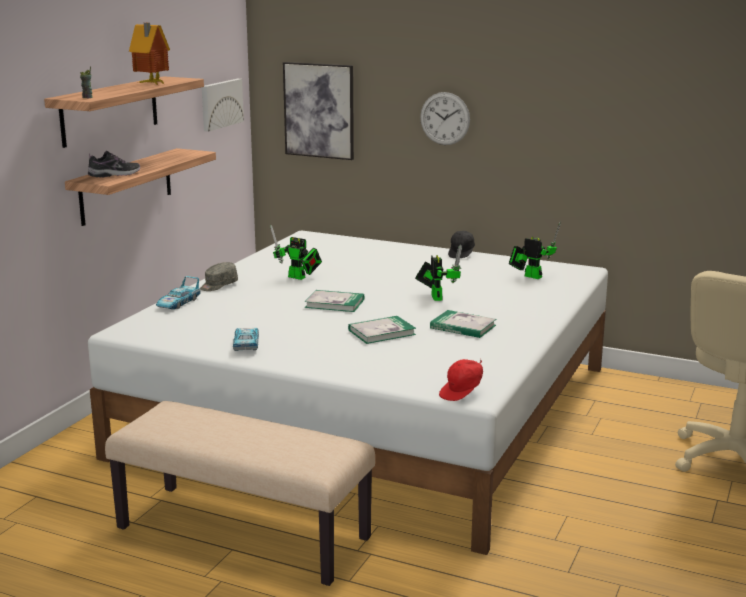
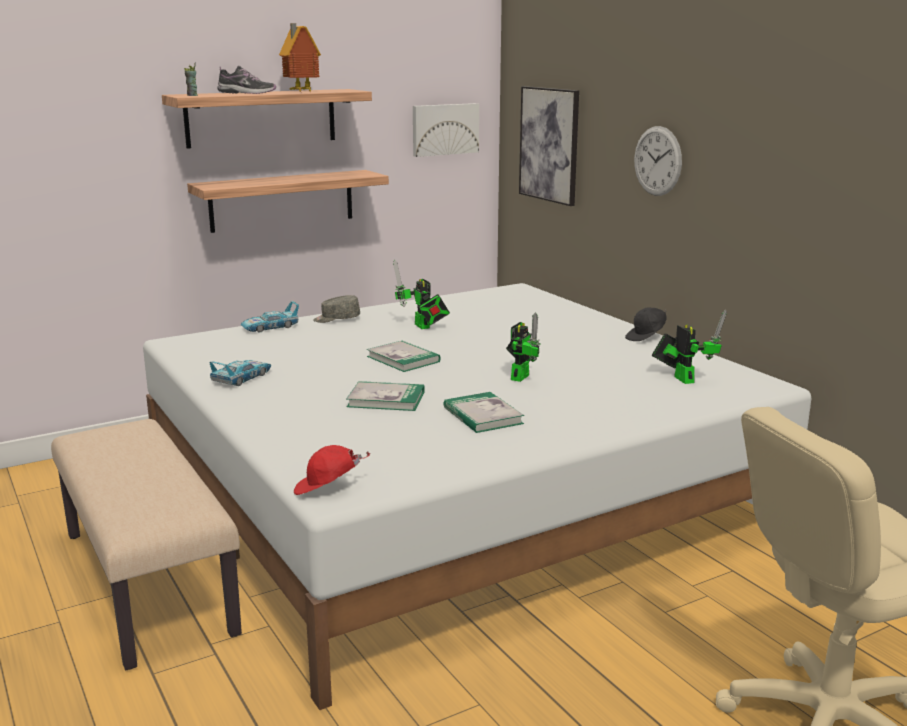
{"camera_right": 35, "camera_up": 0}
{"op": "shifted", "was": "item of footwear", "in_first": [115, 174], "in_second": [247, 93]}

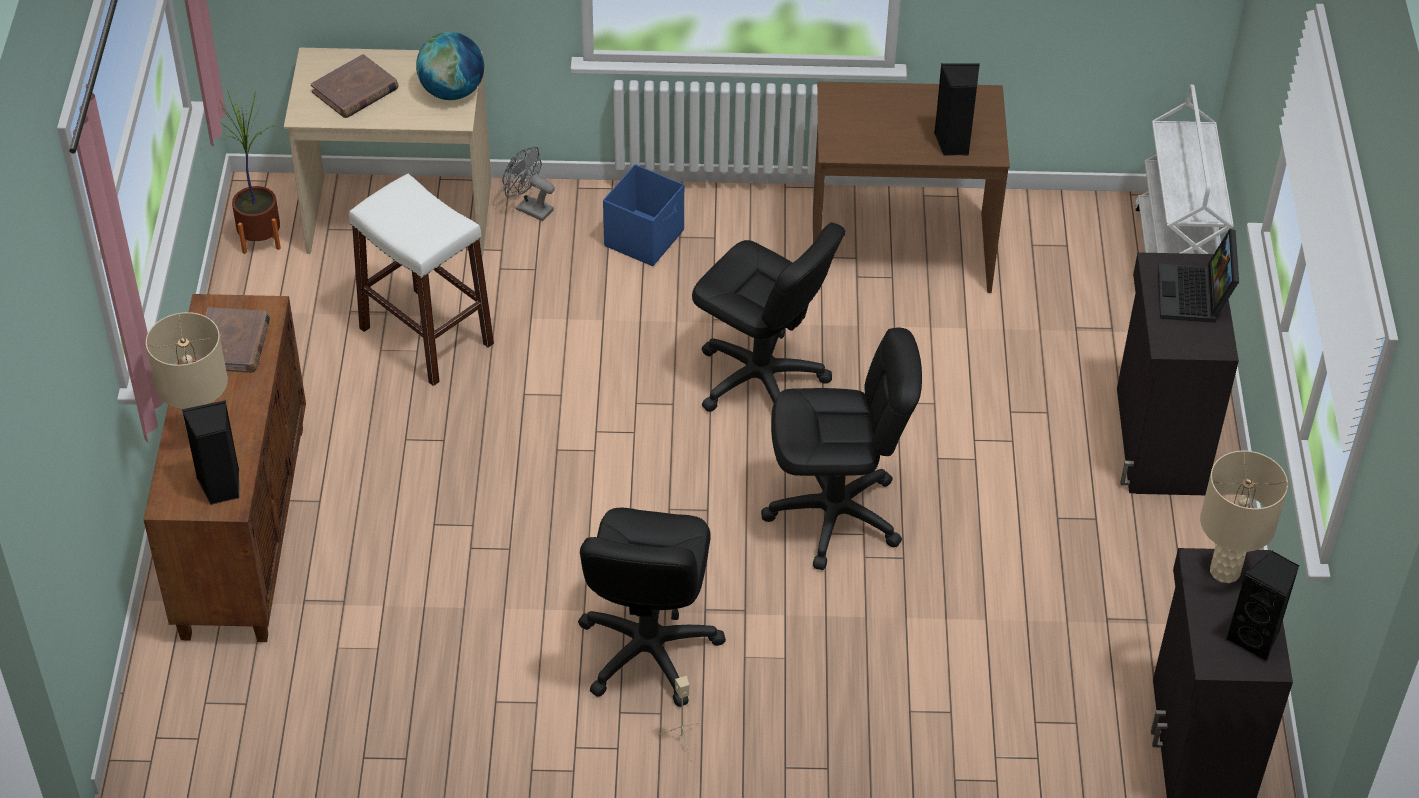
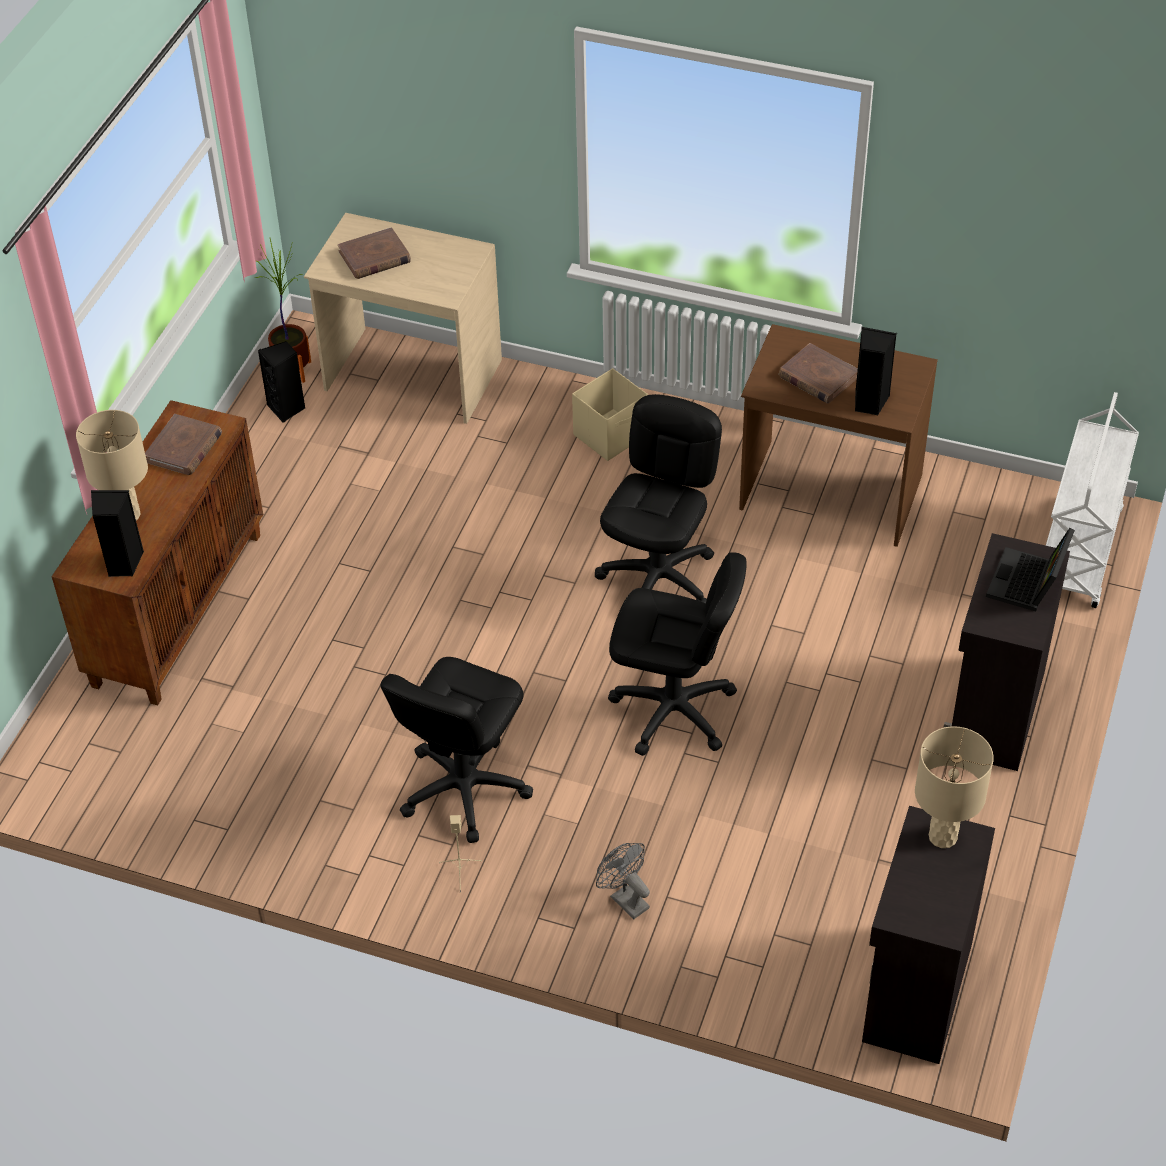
{"camera_right": 20, "camera_up": 0}
{"op": "gone", "was": "world globe", "in_first": [452, 92]}
{"op": "shifted", "was": "fan (grey)", "in_first": [529, 208], "in_second": [625, 899]}
{"op": "repainted", "was": "storage box (blue)", "now": "storage box (beige-coloured)", "in_first": [645, 238], "in_second": [611, 435]}
{"op": "gone", "was": "stool (white-coloured)", "in_first": [426, 336]}
{"op": "rotated", "was": "computer chair (black)", "in_first": [760, 380], "in_second": [659, 579], "clockwise": -120}
{"op": "shifted", "was": "speaker (black)", "in_first": [1256, 639], "in_second": [287, 409]}
{"op": "new", "now": "bound book (brownish)", "in_second": [818, 377]}

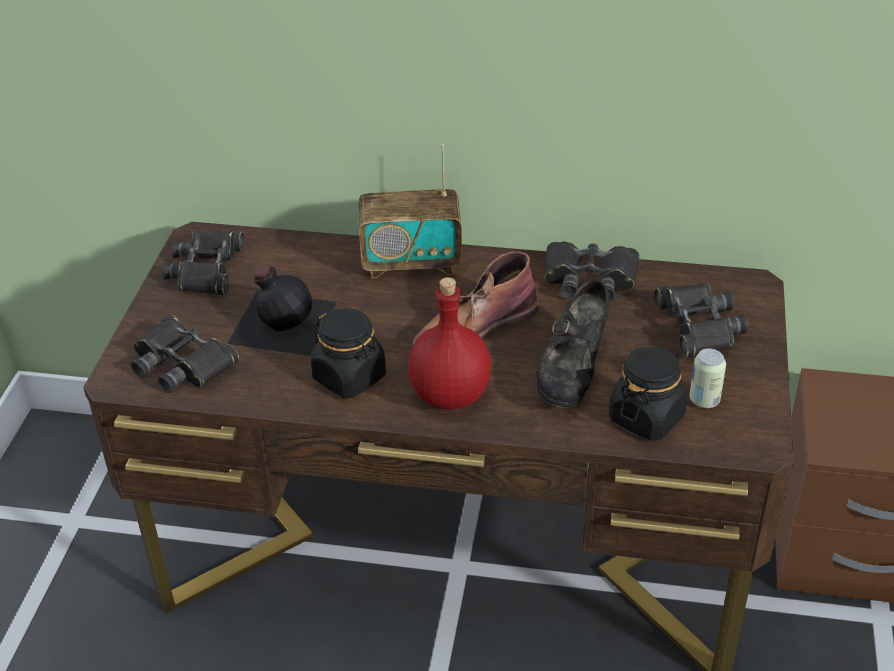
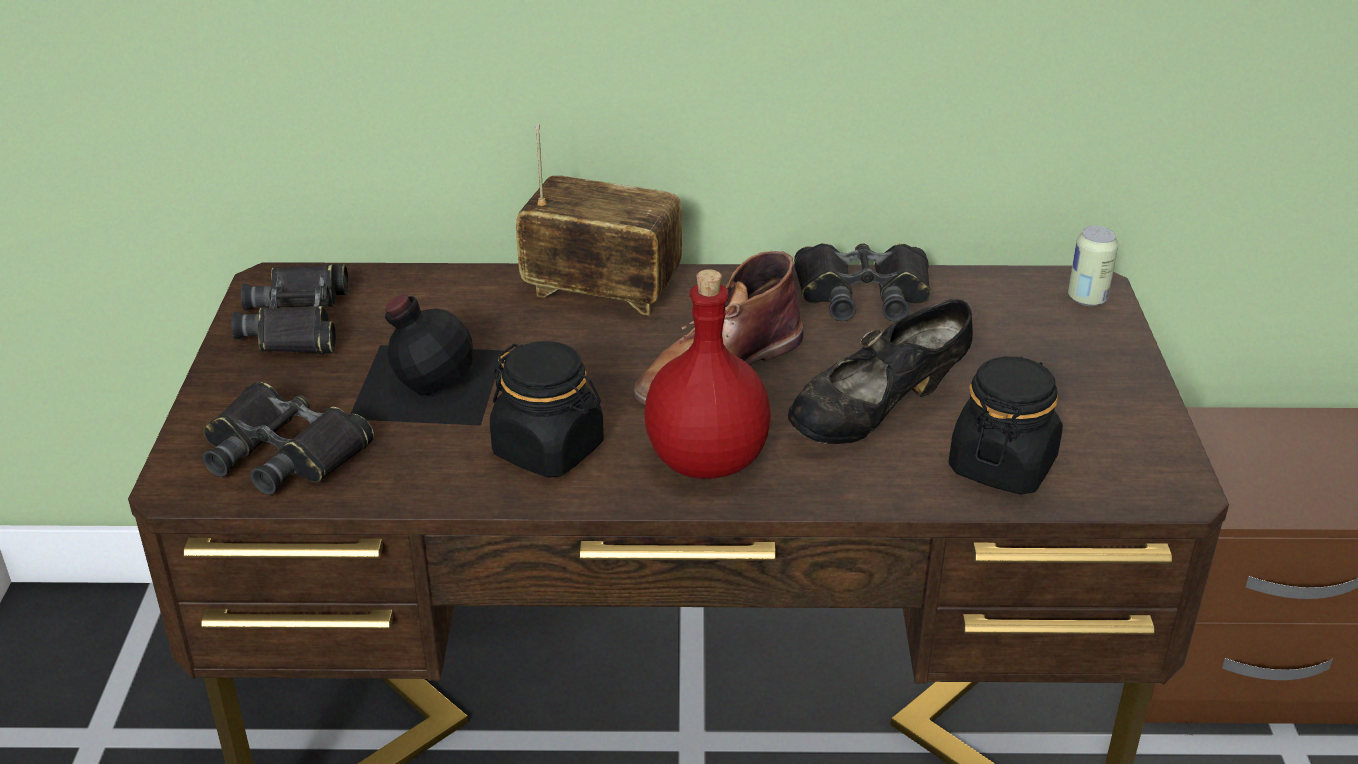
{"camera_right": -10, "camera_up": -5}
{"op": "rotated", "was": "radio set", "in_first": [411, 262], "in_second": [602, 291], "clockwise": -150}
{"op": "rotated", "was": "item of footwear (black)", "in_first": [572, 373], "in_second": [876, 415], "clockwise": 45}
{"op": "gone", "was": "binoculars (black)", "in_first": [698, 326]}
{"op": "shifted", "was": "sealed can", "in_first": [704, 400], "in_second": [1087, 298]}

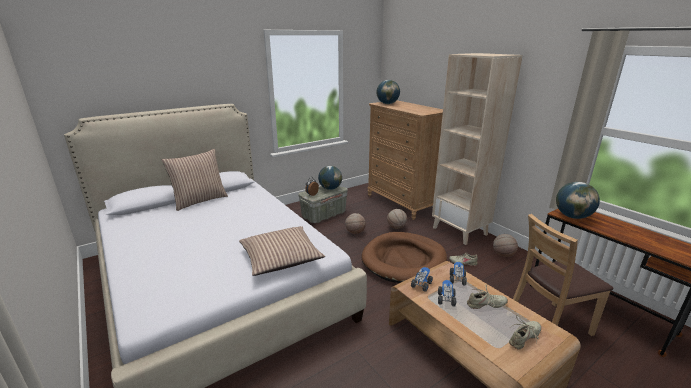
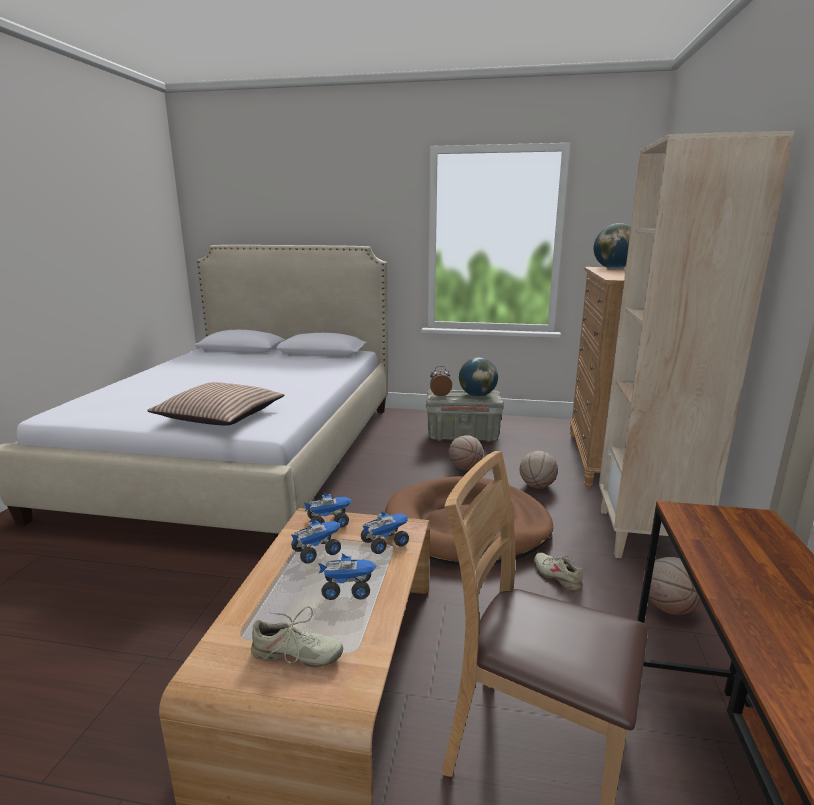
{"camera_right": 45, "camera_up": -5}
{"op": "gone", "was": "pillow", "in_first": [200, 200]}
{"op": "gone", "was": "world globe", "in_first": [572, 216]}
{"op": "swapped", "was": "item of footwear (beige-coloured)", "now": "toy truck", "in_first": [486, 305], "in_second": [348, 589]}

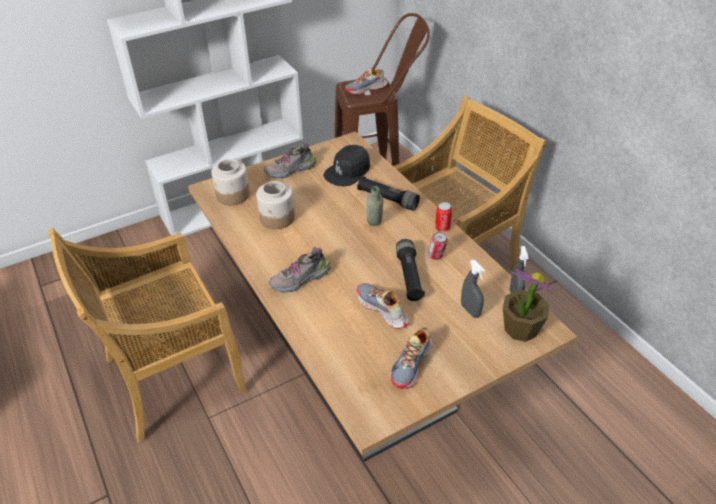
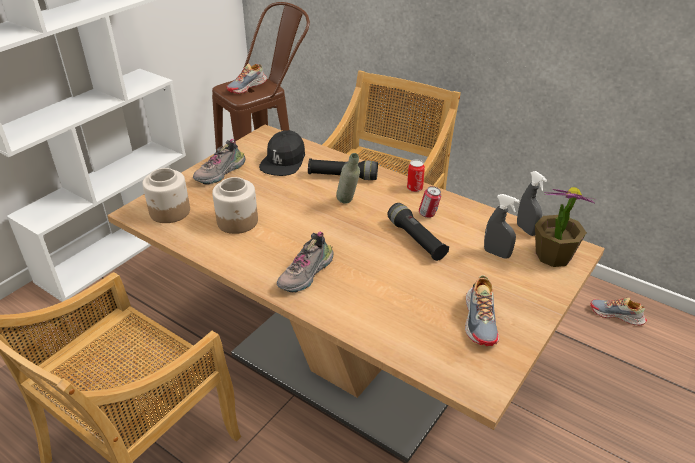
{"camera_right": -25, "camera_up": -5}
{"op": "shifted", "was": "item of footwear", "in_first": [382, 310], "in_second": [616, 315]}

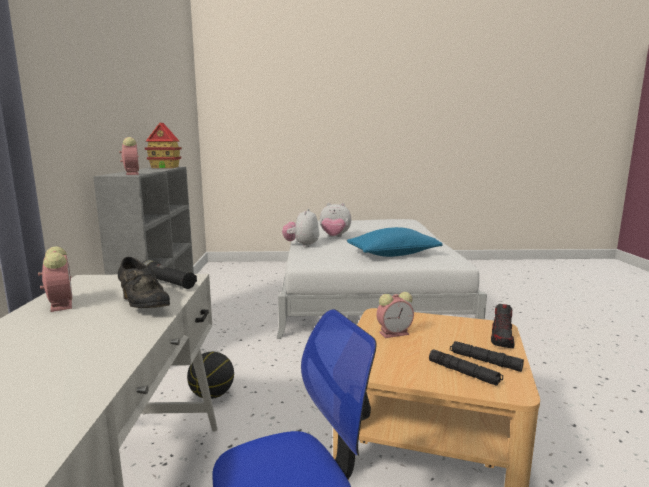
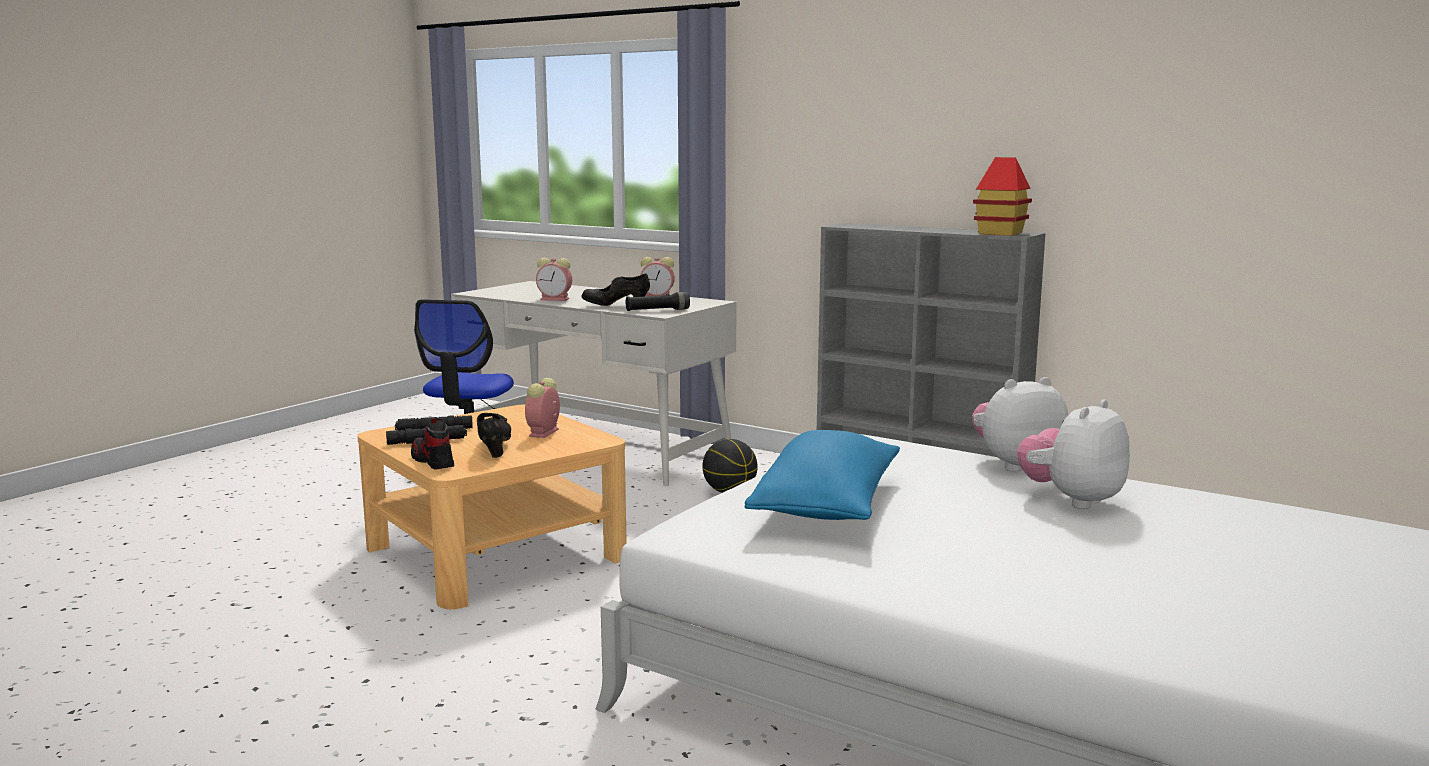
{"camera_right": 125, "camera_up": 0}
{"op": "shifted", "was": "bedside clock", "in_first": [132, 174], "in_second": [556, 299]}
{"op": "rotated", "was": "cuddly toy", "in_first": [302, 245], "in_second": [1015, 465], "clockwise": -60}
{"op": "new", "now": "item of footwear (black)", "in_second": [493, 448]}

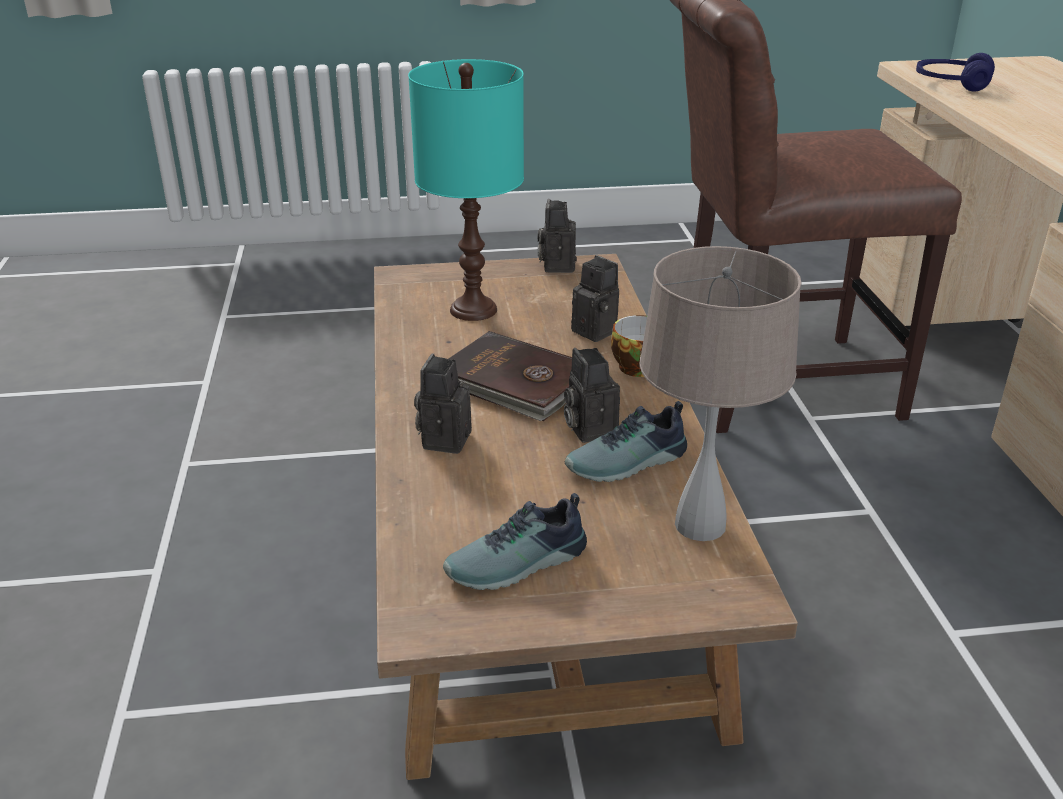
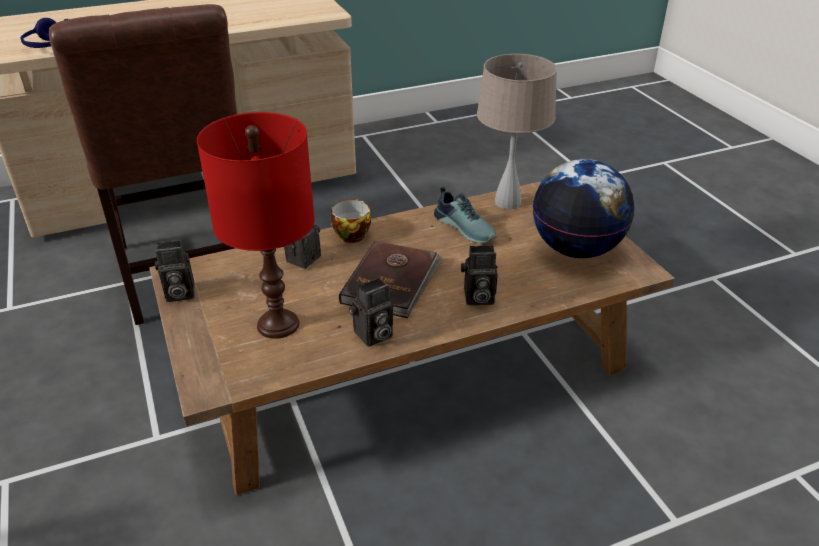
{"camera_right": -105, "camera_up": 5}
{"op": "repainted", "was": "table lamp (turquoise)", "now": "table lamp (reddish)", "in_first": [474, 310], "in_second": [278, 324]}
{"op": "shifted", "was": "still camera", "in_first": [588, 428], "in_second": [372, 336]}
{"op": "swapped", "was": "item of footwear", "now": "world globe", "in_first": [518, 565], "in_second": [576, 249]}

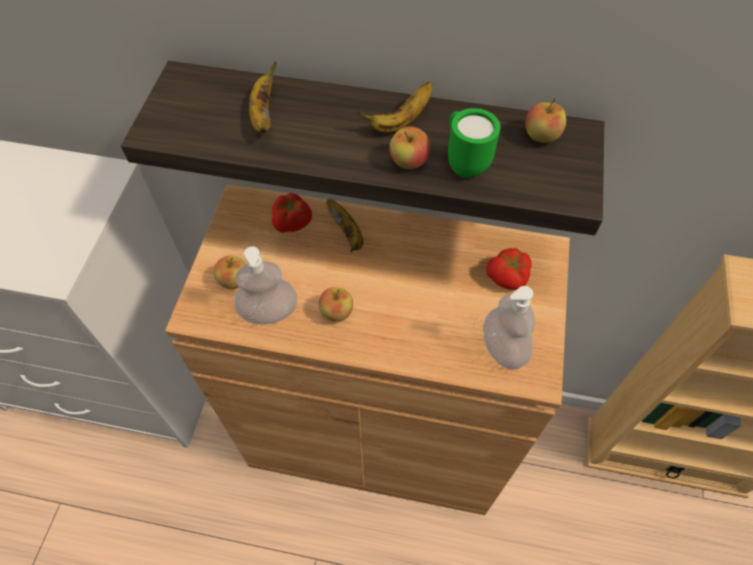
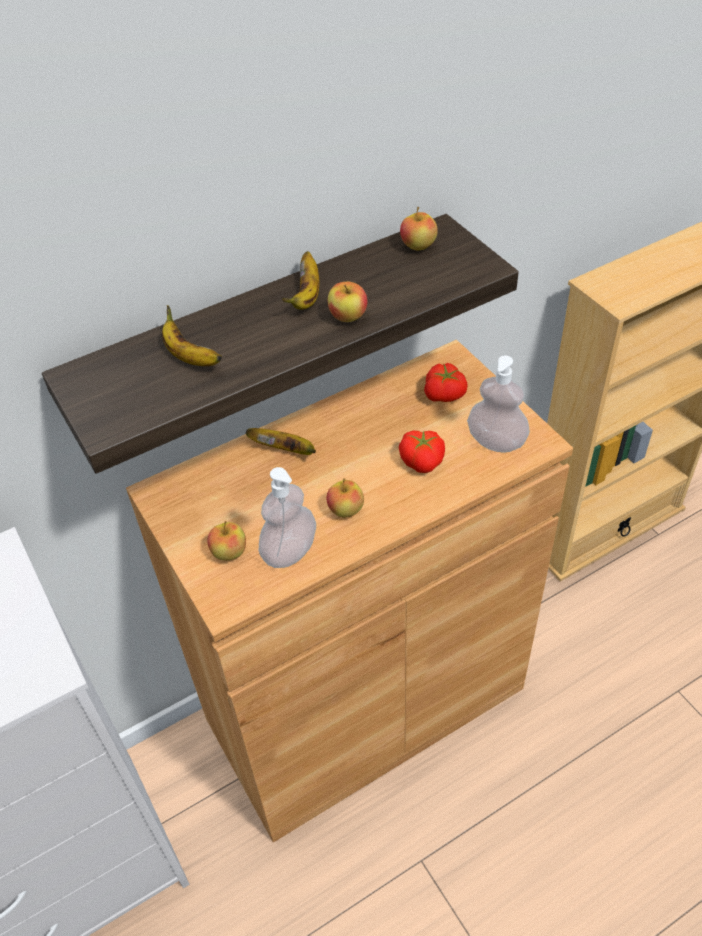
{"camera_right": -40, "camera_up": -10}
{"op": "gone", "was": "coffee mug (green-coloured)", "in_first": [464, 163]}
{"op": "shifted", "was": "tomato", "in_first": [293, 222], "in_second": [423, 460]}

